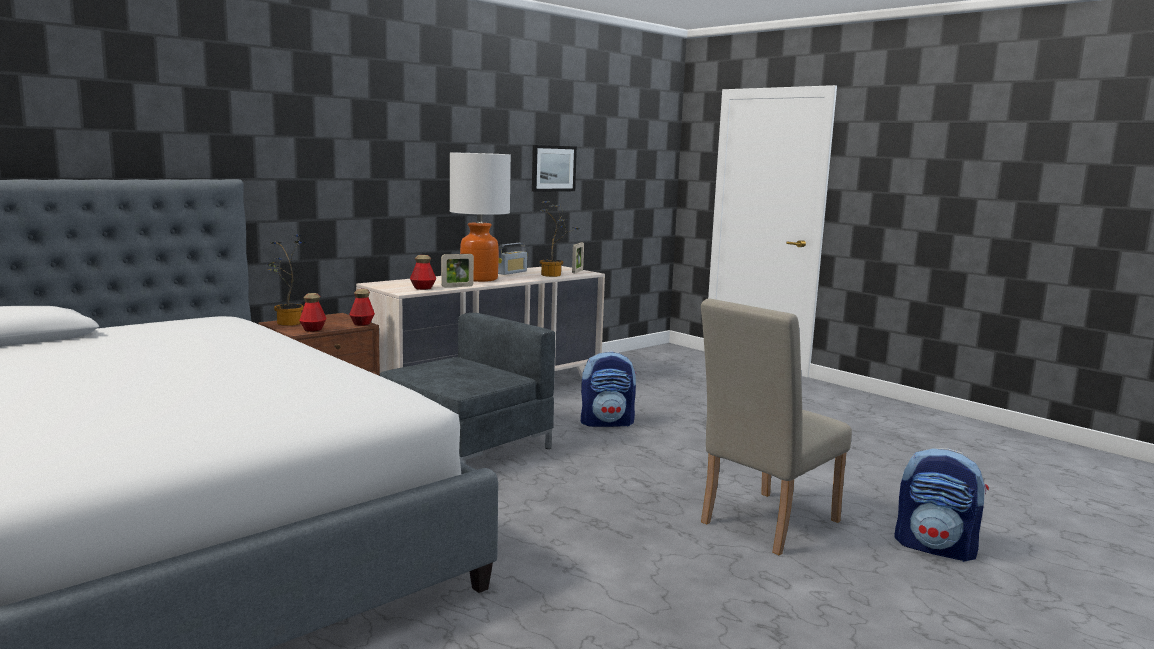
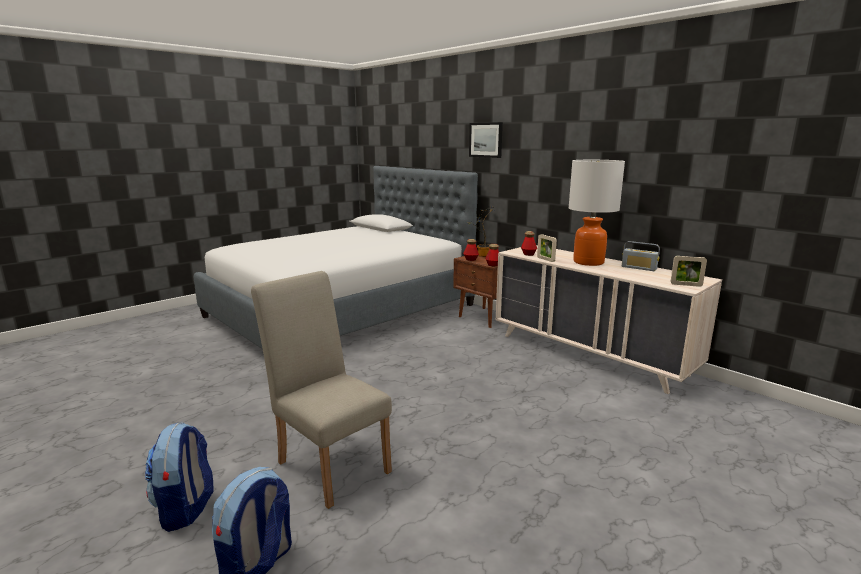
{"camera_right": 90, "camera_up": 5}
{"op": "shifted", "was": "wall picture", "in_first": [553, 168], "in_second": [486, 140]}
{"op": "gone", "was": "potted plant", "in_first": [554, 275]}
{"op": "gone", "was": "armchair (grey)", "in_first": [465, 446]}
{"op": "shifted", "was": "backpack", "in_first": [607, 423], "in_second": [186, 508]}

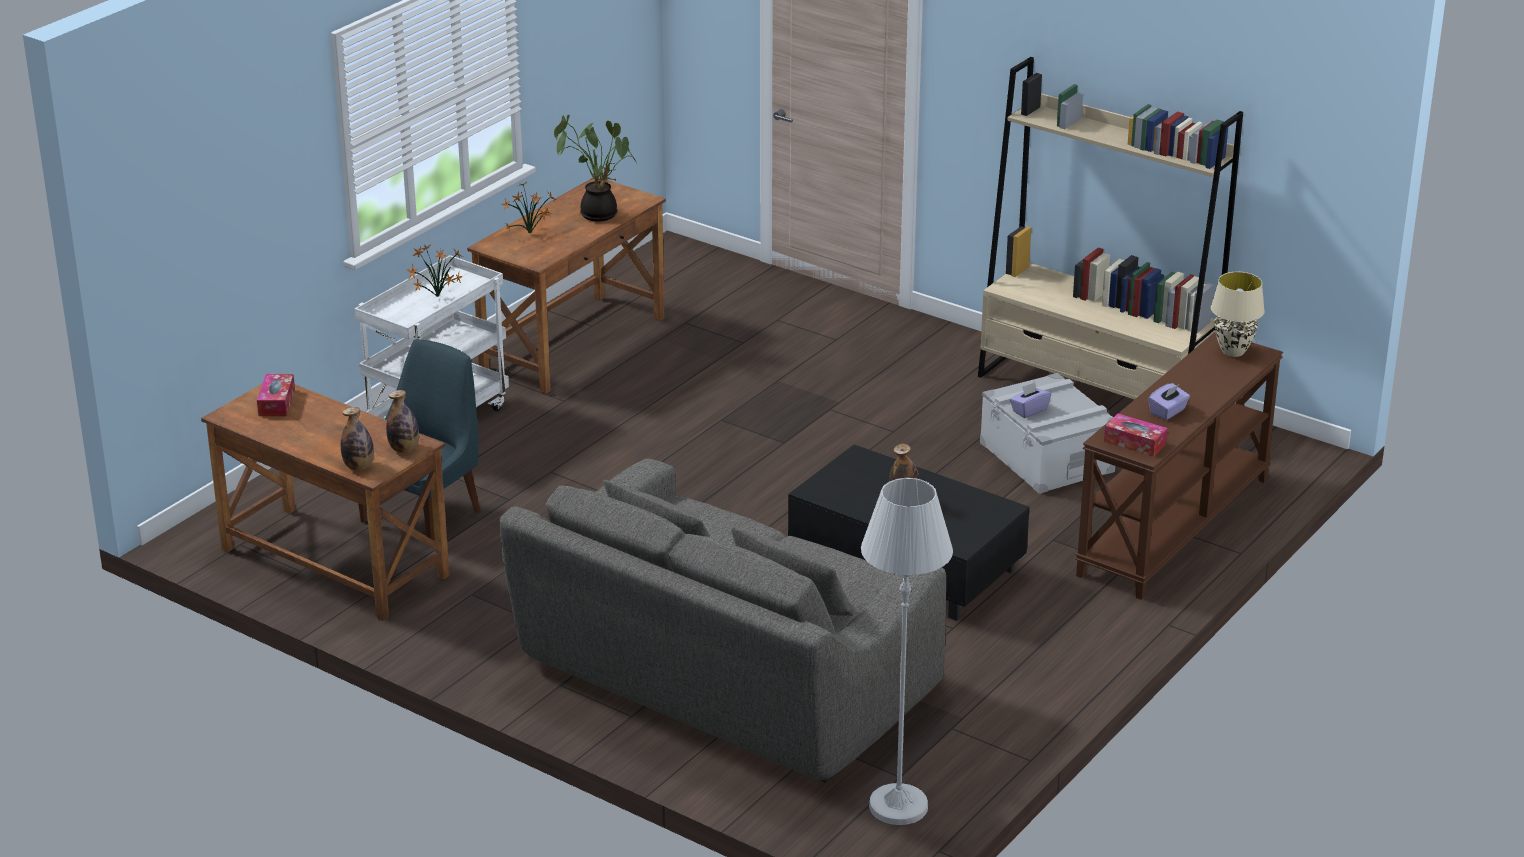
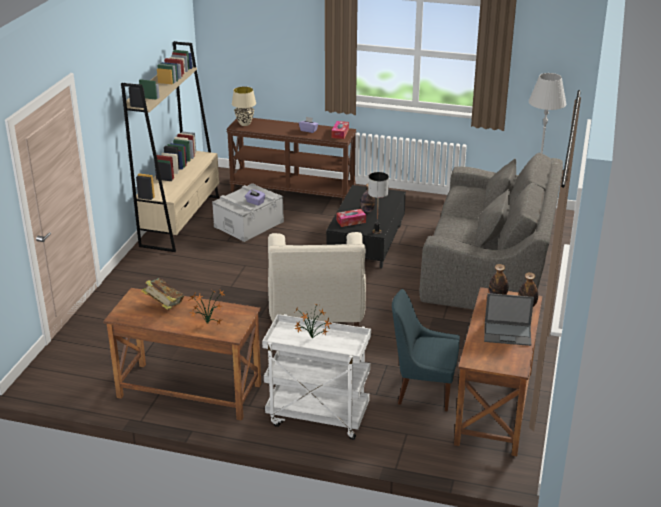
{"camera_right": -110, "camera_up": 0}
{"op": "swapped", "was": "potted plant", "now": "bound book", "in_first": [599, 213], "in_second": [164, 305]}
{"op": "shifted", "was": "tissue box", "in_first": [276, 402], "in_second": [351, 221]}
{"op": "new", "now": "table lamp", "in_second": [377, 232]}
{"op": "new", "now": "armchair (beige-coloured)", "in_second": [316, 315]}
{"op": "new", "now": "portable computer", "in_second": [508, 334]}

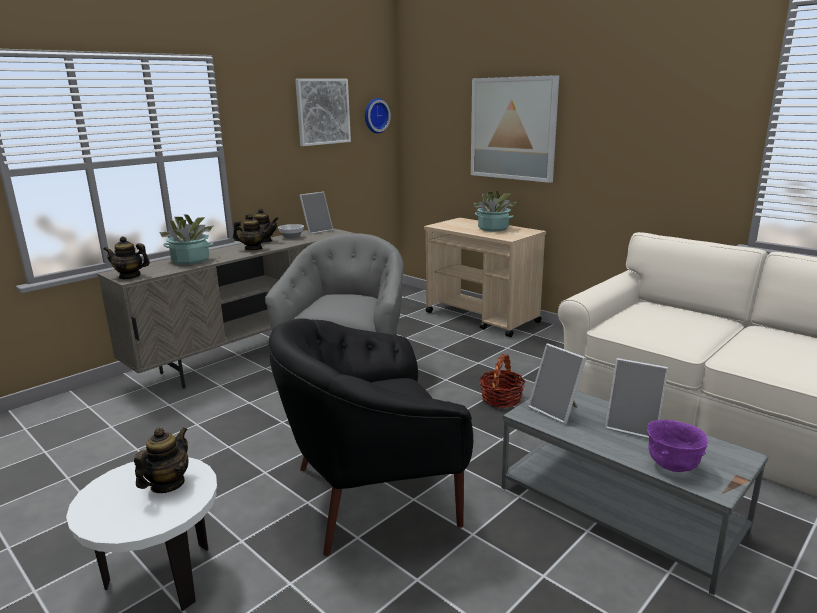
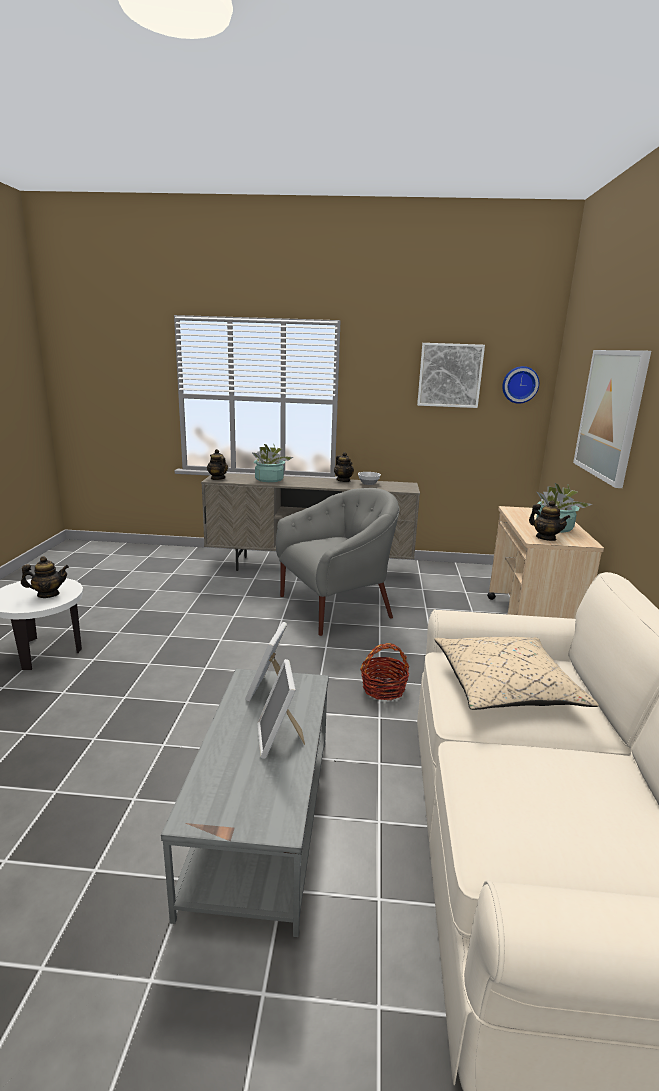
{"camera_right": 50, "camera_up": 0}
{"op": "gone", "was": "picture frame", "in_first": [317, 231]}
{"op": "shifted", "was": "tea pot", "in_first": [253, 249], "in_second": [545, 538]}
{"op": "gone", "was": "armchair (black)", "in_first": [373, 494]}
{"op": "gone", "was": "bowl (purple)", "in_first": [672, 466]}
{"op": "new", "now": "pillow (beige-coloured)", "in_second": [505, 688]}

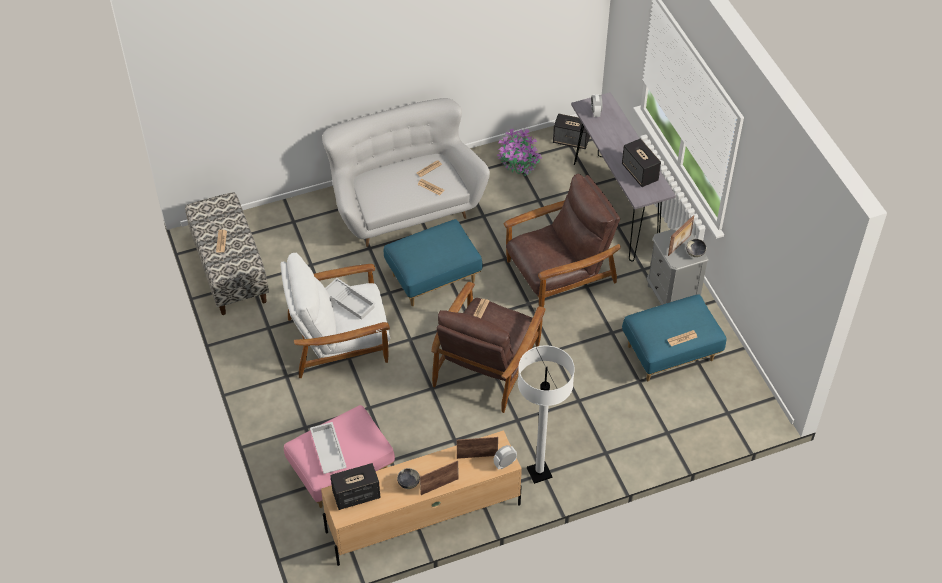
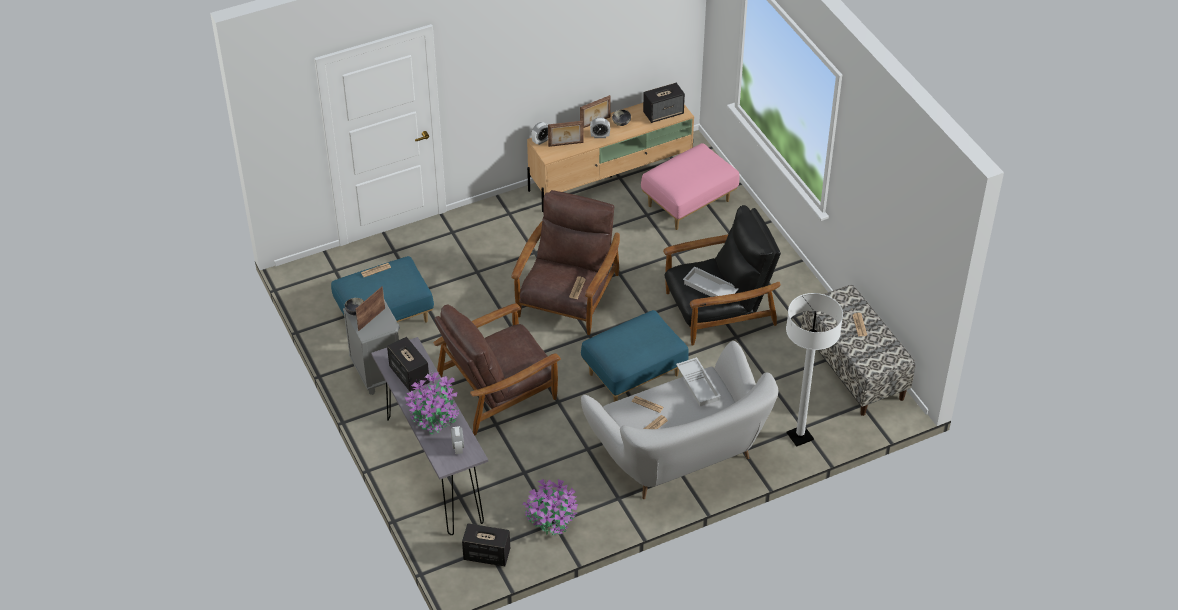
{"camera_right": 175, "camera_up": -5}
{"op": "repainted", "was": "armchair (white-coloured)", "now": "armchair (black)", "in_first": [339, 340], "in_second": [718, 309]}
{"op": "shifted", "was": "standard lamp (white-coloured)", "in_first": [539, 473], "in_second": [800, 436]}
{"op": "shifted", "was": "serving tray (white-coloured)", "in_first": [327, 451], "in_second": [699, 385]}
{"op": "new", "now": "bedside clock", "in_second": [600, 136]}
{"op": "new", "now": "potted plant", "in_second": [434, 416]}

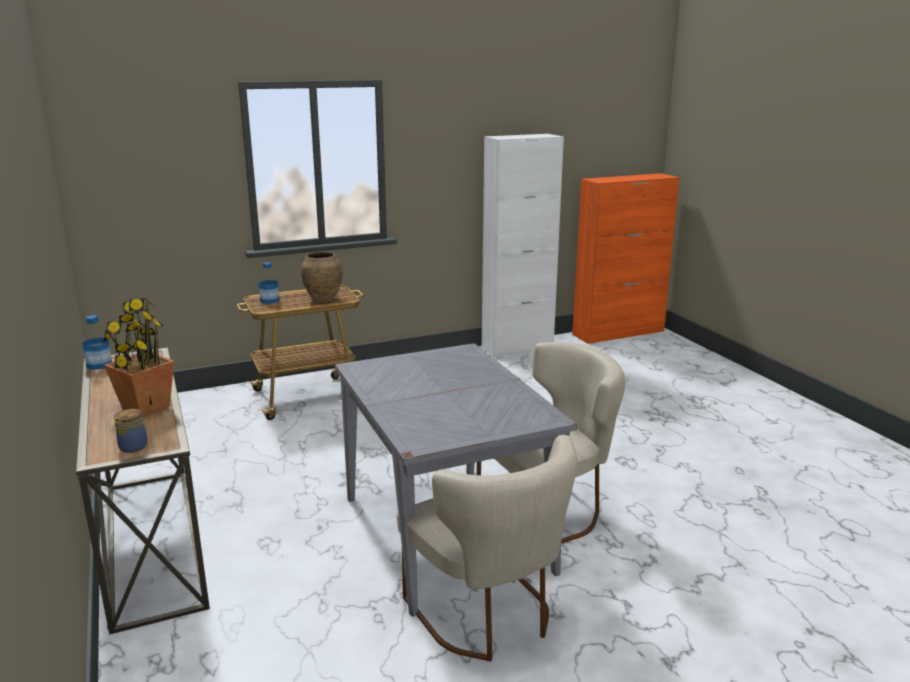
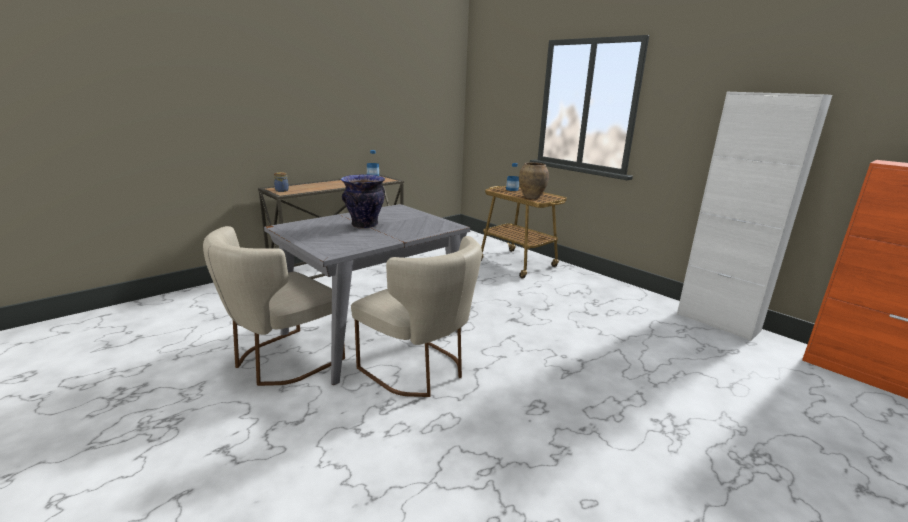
{"camera_right": 70, "camera_up": 0}
{"op": "gone", "was": "potted plant", "in_first": [145, 407]}
{"op": "new", "now": "decorative vase", "in_second": [364, 225]}

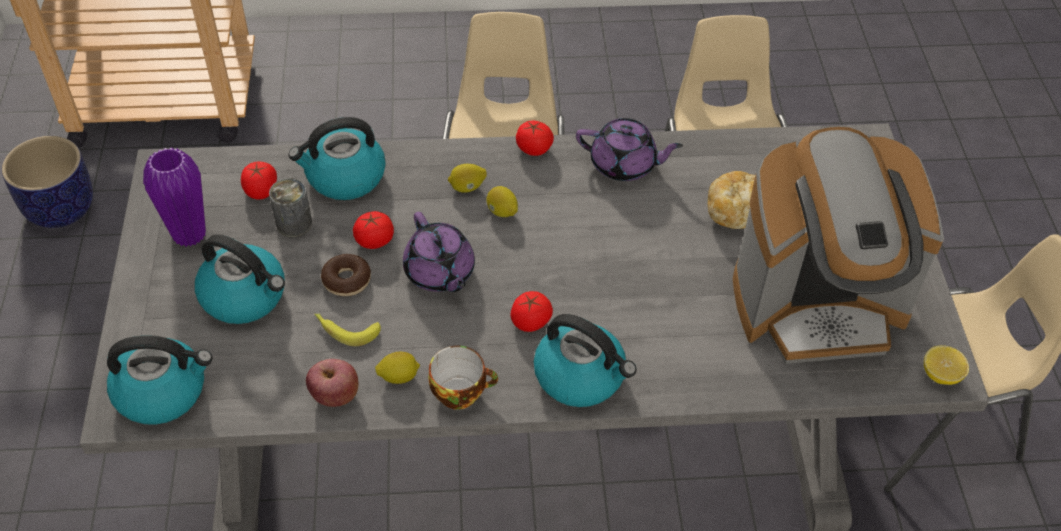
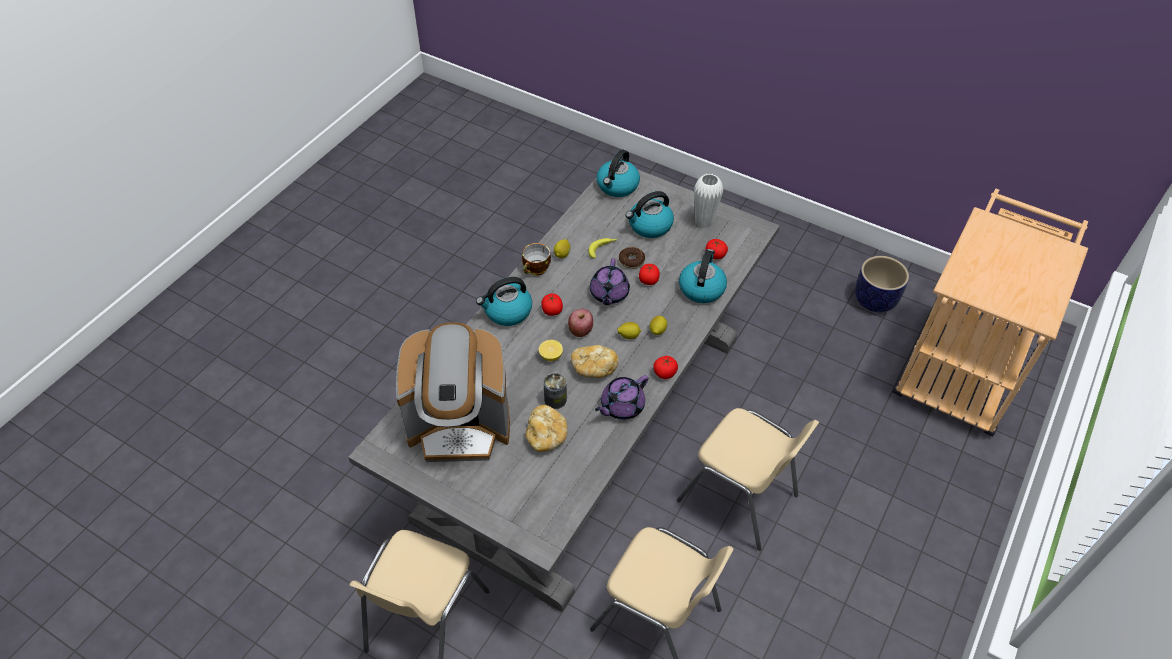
{"camera_right": 125, "camera_up": 0}
{"op": "rotated", "was": "coffee brewer", "in_first": [818, 305], "in_second": [460, 426], "clockwise": -120}
{"op": "repainted", "was": "decorative vase (purple)", "now": "decorative vase (white-coloured)", "in_first": [189, 234], "in_second": [703, 222]}
{"op": "shifted", "was": "sealed can", "in_first": [294, 223], "in_second": [555, 399]}
{"op": "rotated", "was": "tea pot (purple)", "in_first": [440, 272], "in_second": [609, 294], "clockwise": -90}
{"op": "shifted", "was": "whole lemon", "in_first": [940, 375], "in_second": [551, 356]}
{"op": "shifted", "was": "apple fruit", "in_first": [335, 396], "in_second": [580, 330]}
{"op": "new", "now": "bakery bread", "in_second": [593, 368]}

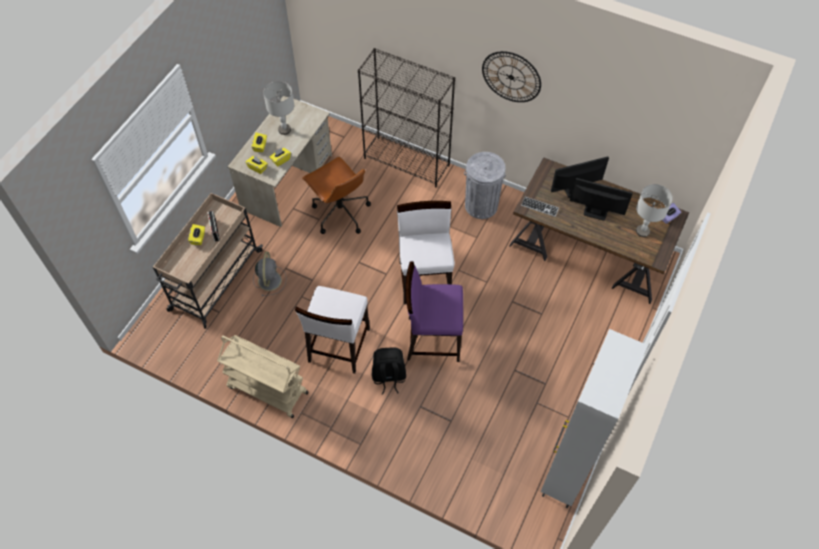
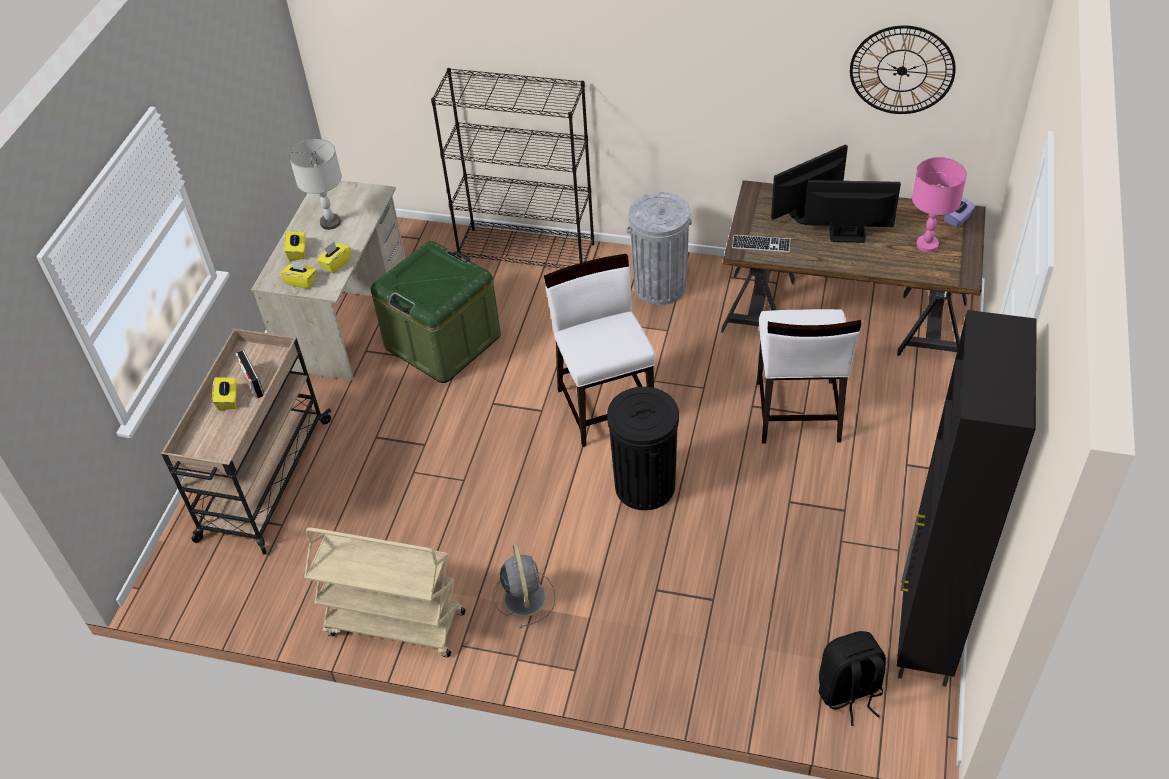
{"camera_right": -10, "camera_up": -10}
{"op": "shifted", "was": "clock on the wall", "in_first": [511, 77], "in_second": [902, 70]}
{"op": "swapped", "was": "computer chair (brownish)", "now": "storage box (green-coloured)", "in_first": [340, 213], "in_second": [443, 341]}
{"op": "repainted", "was": "table lamp (grey)", "now": "table lamp (pinkish)", "in_first": [642, 231], "in_second": [926, 245]}
{"op": "shifted", "was": "fan (grey)", "in_first": [270, 279], "in_second": [524, 596]}
{"op": "swapped", "was": "chair (purple)", "now": "trash can (black)", "in_first": [432, 338], "in_second": [644, 486]}
{"op": "shifted", "was": "chair (white-coloured)", "in_first": [338, 345], "in_second": [797, 412]}
{"op": "repainted", "was": "cupboard (white-coloured)", "now": "cupboard (black)", "in_first": [565, 474], "in_second": [924, 635]}
{"op": "shifted", "was": "backpack (black)", "in_first": [388, 377], "in_second": [849, 693]}

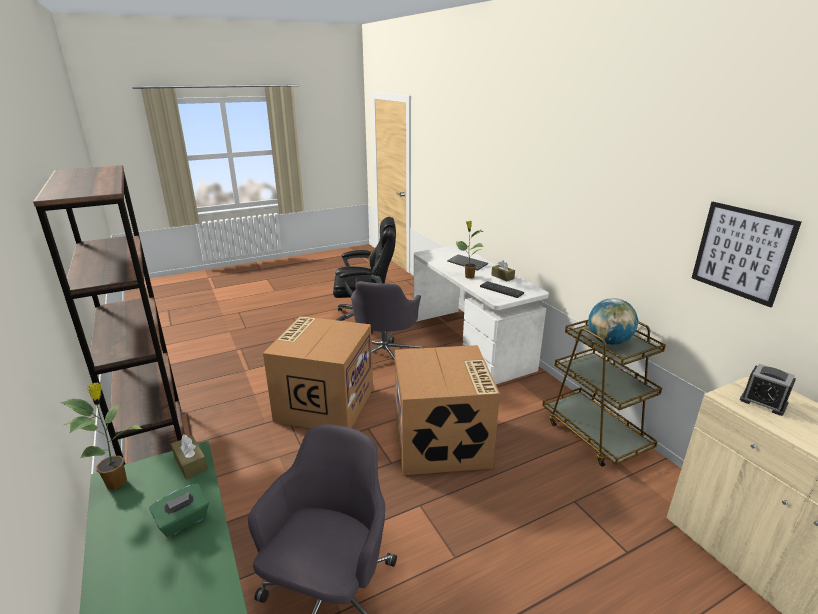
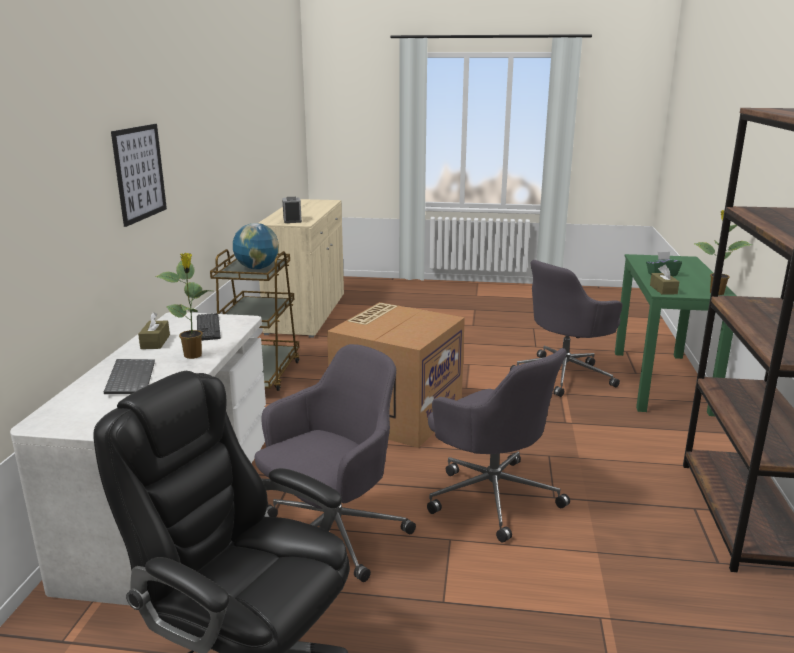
{"camera_right": -145, "camera_up": -5}
{"op": "shifted", "was": "wall picture", "in_first": [741, 252], "in_second": [139, 173]}
{"op": "swapped", "was": "carton", "now": "computer chair (grey)", "in_first": [324, 403], "in_second": [492, 495]}

